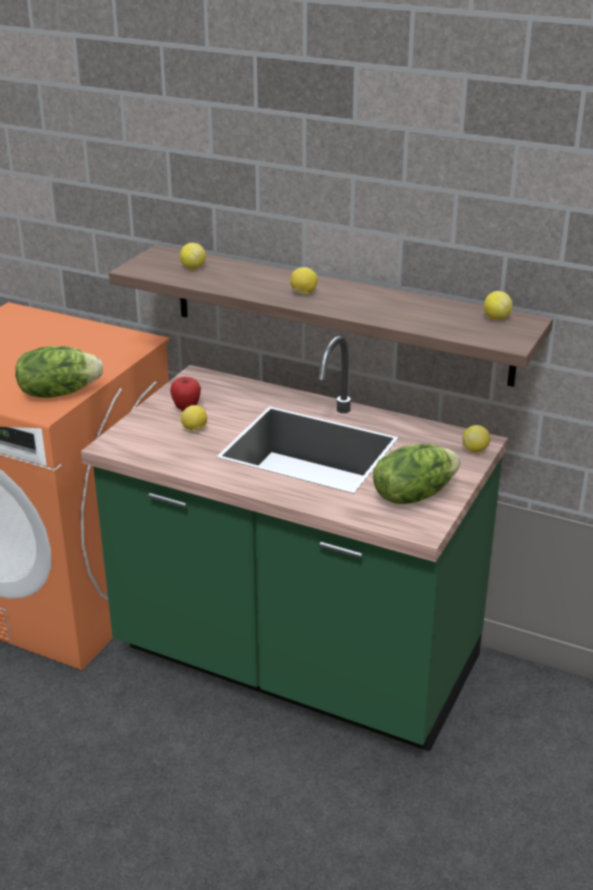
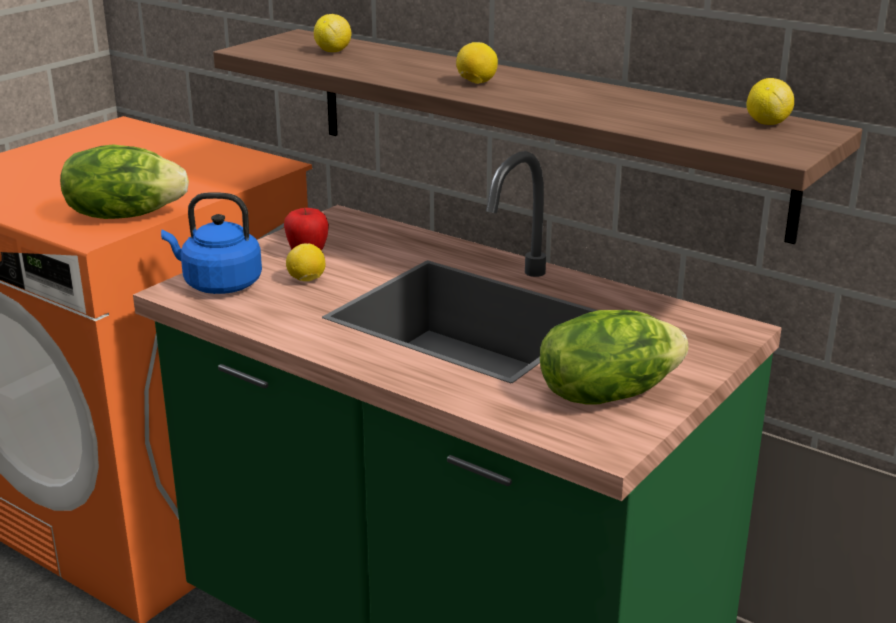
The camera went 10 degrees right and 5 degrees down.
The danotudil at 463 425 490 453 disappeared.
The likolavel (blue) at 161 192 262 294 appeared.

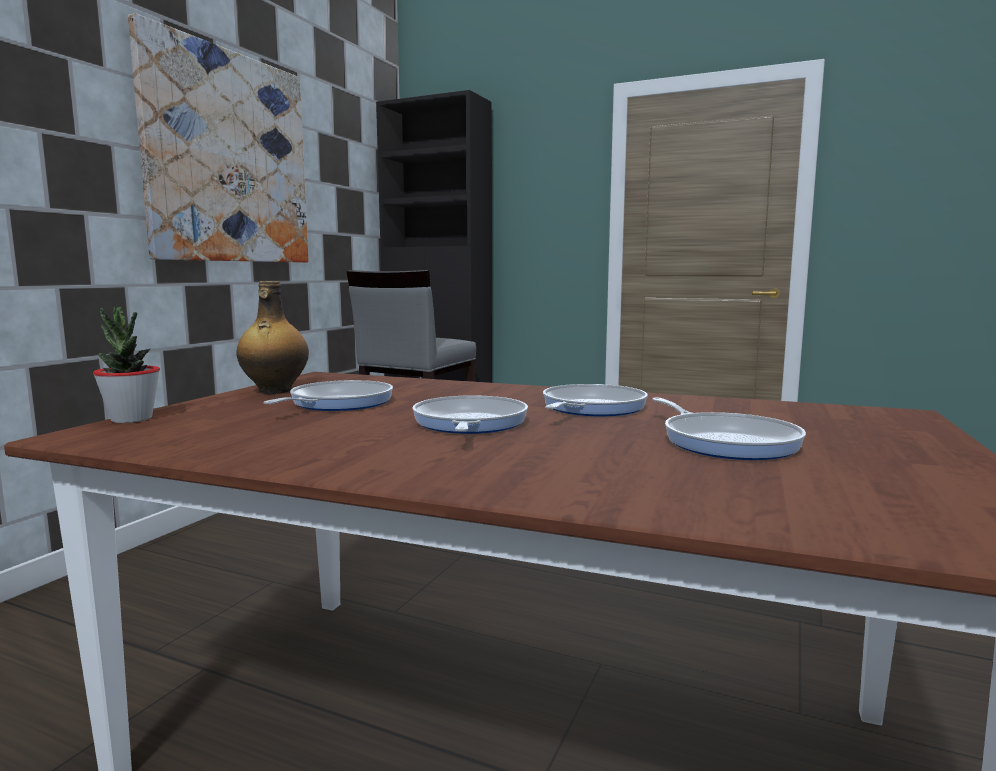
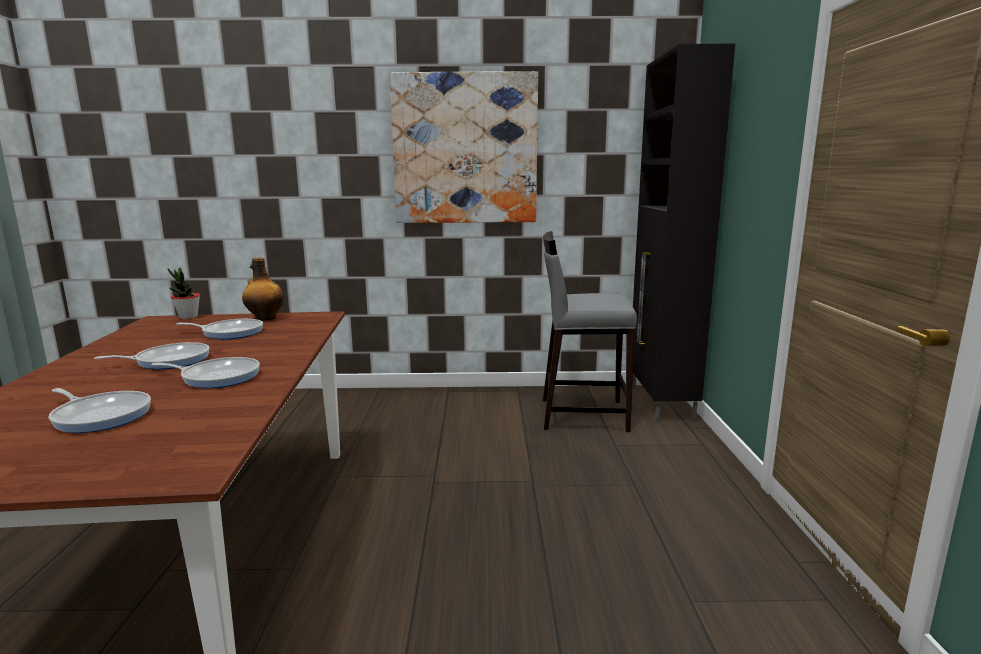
The camera went 65 degrees right and 5 degrees up.
The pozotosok at 652 398 806 460 turned 105 degrees counterclockwise.

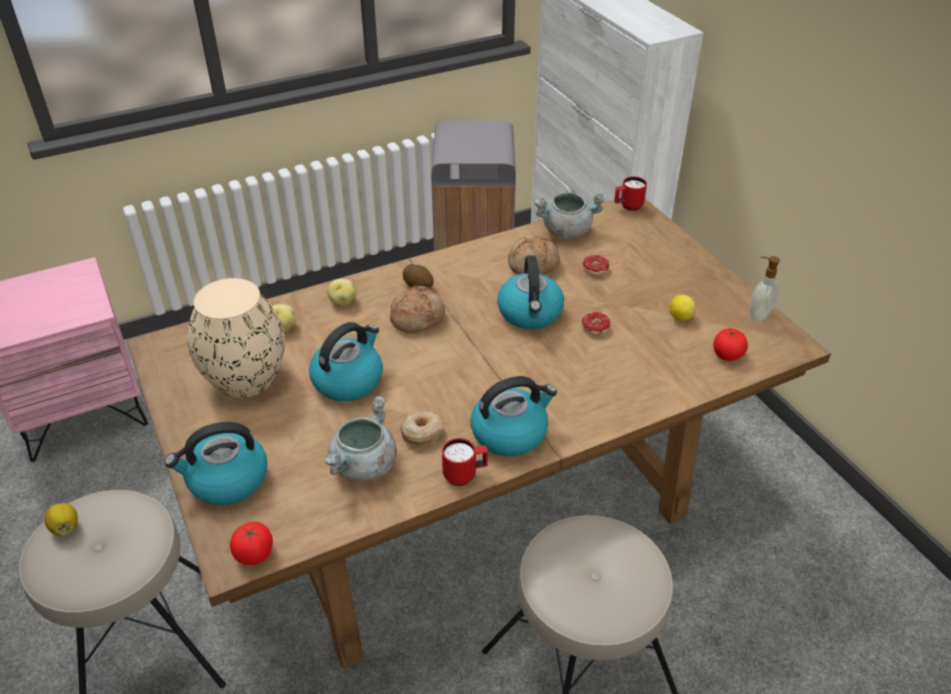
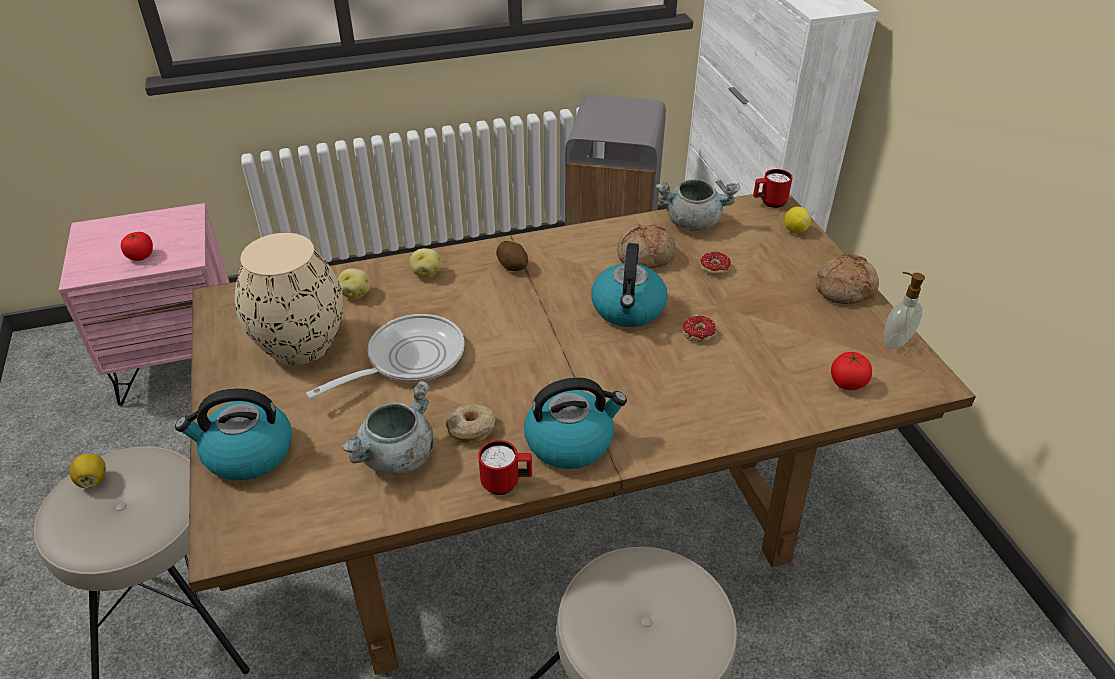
The camera went 10 degrees right and 0 degrees up.
The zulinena moved from 230 522 273 565 to 121 232 153 261.
The likolavel at 309 322 383 401 was replaced by the pozotosok at 306 314 465 398.
The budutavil moved from 390 286 445 333 to 816 253 879 304.
The danotudil moved from 670 295 696 321 to 784 207 811 233.

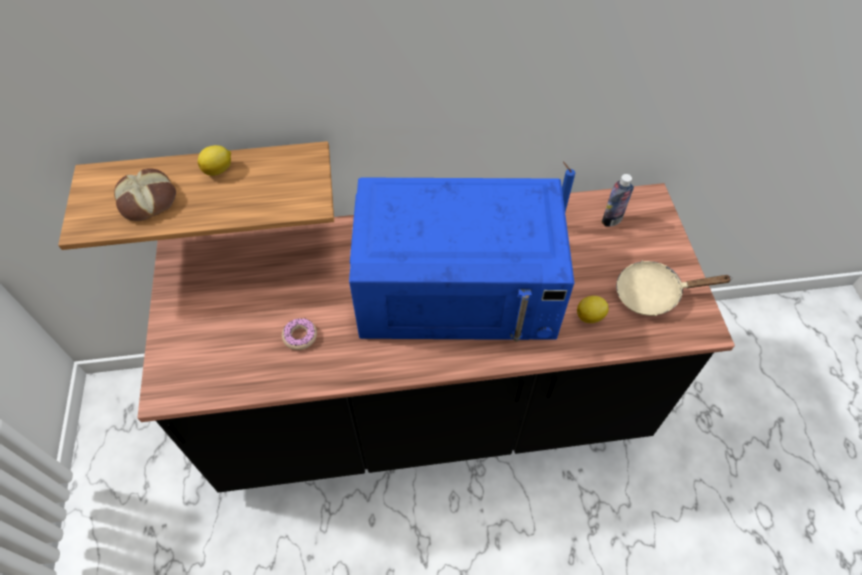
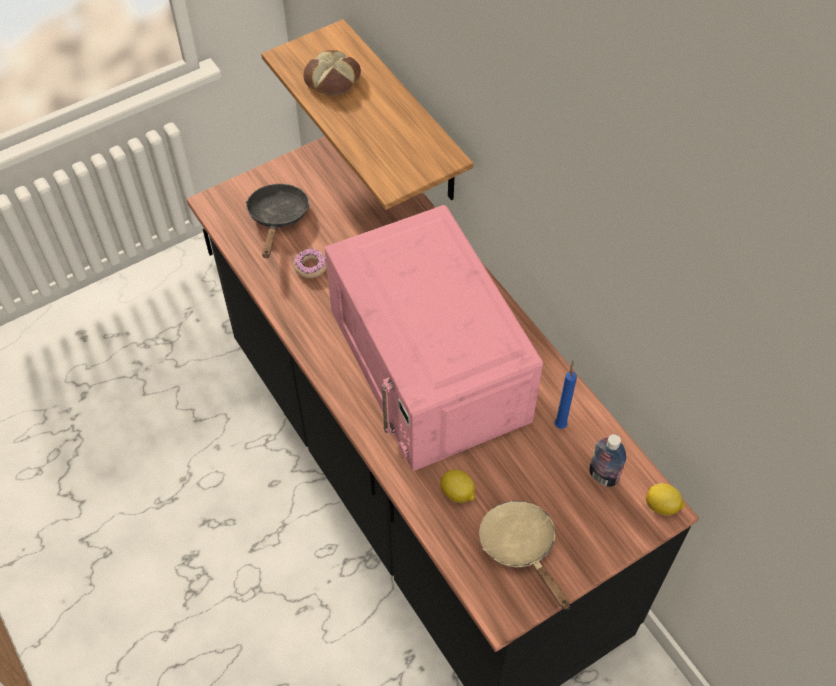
The camera went 65 degrees right and 0 degrees up.
The danotudil moved from 198 145 231 176 to 646 483 685 515.
The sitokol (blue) at 349 177 574 342 became the sitokol (pink) at 324 205 543 471.
The pozotosok (black) at 246 184 310 258 appeared.

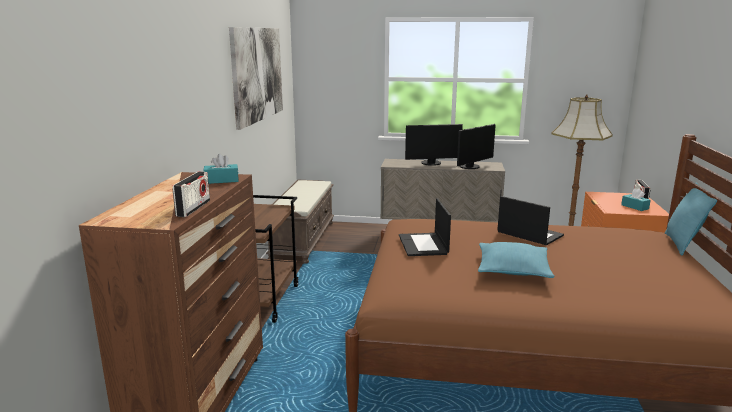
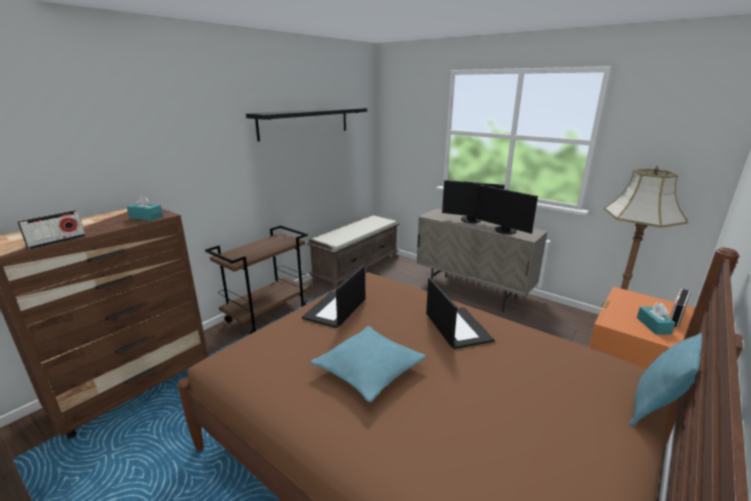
The camera went 30 degrees right and 5 degrees up.
The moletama at 229 27 283 130 was replaced by the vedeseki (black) at 246 107 367 141.
The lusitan at 457 124 496 169 turned 60 degrees clockwise.

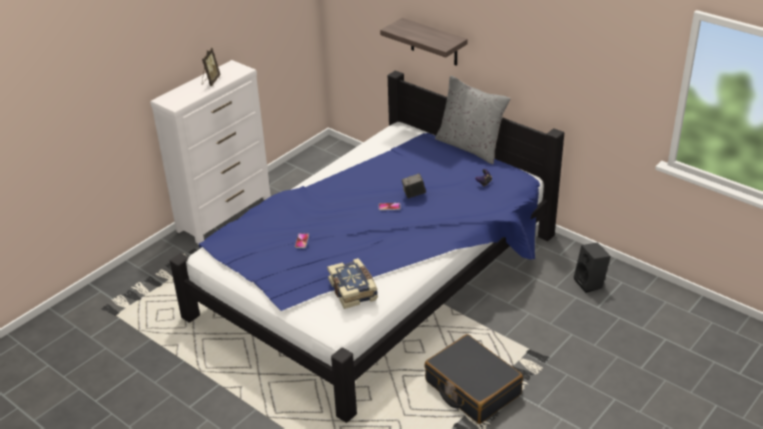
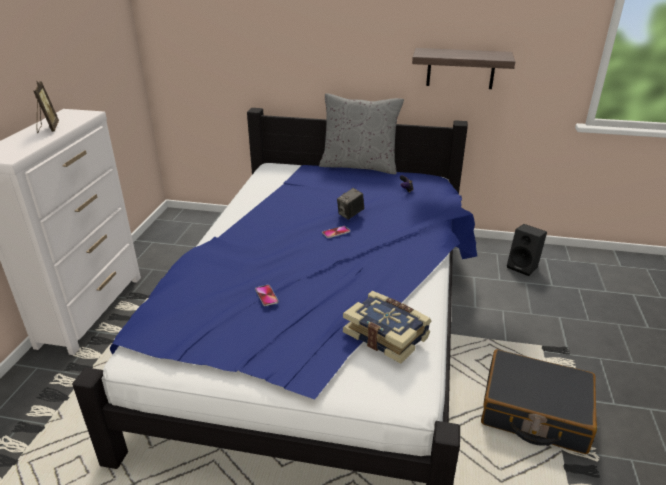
The camera went 30 degrees left and 5 degrees down.
The vedeseki moved from 380 18 468 66 to 412 48 515 89.

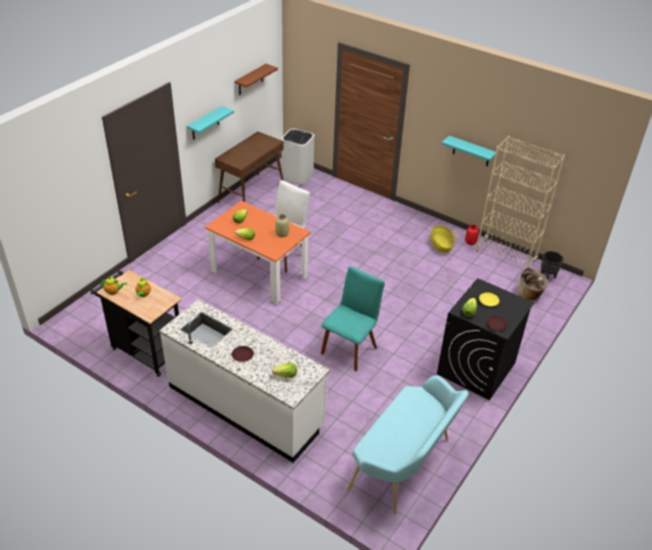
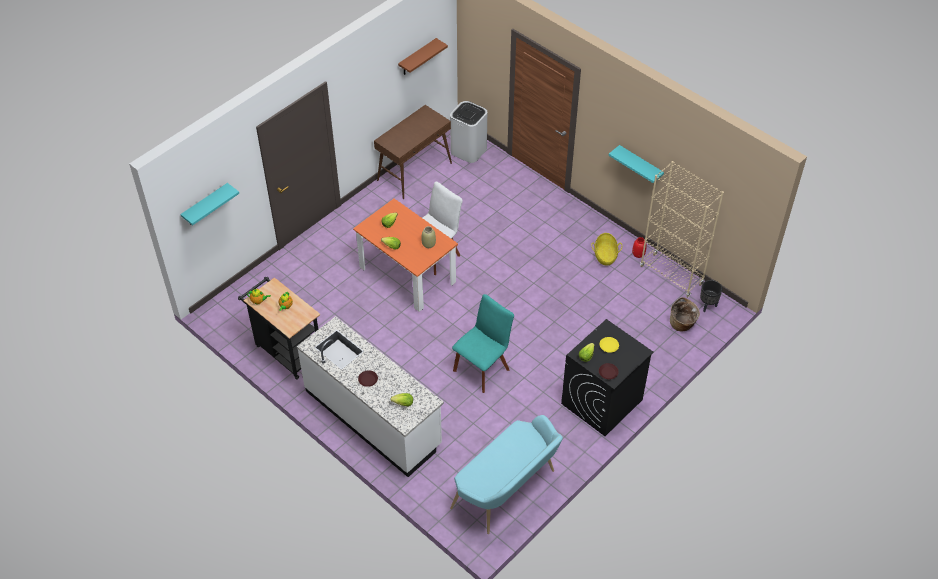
The camera went 10 degrees right and 10 degrees up.
The vedeseki (turquoise) moved from 187 106 234 140 to 180 183 239 226.

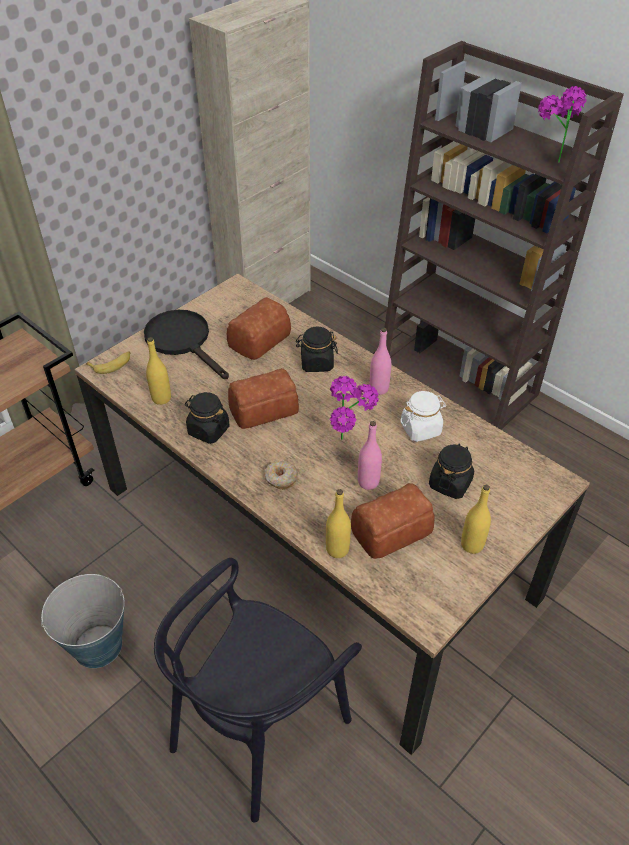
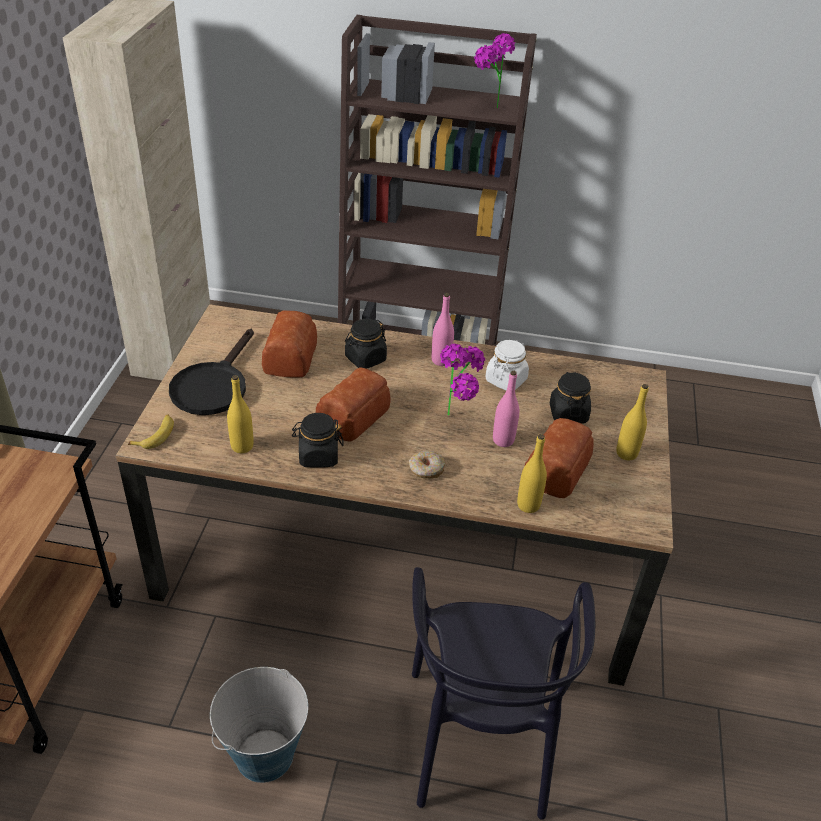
The camera went 35 degrees left and 5 degrees down.
The pozotosok (black) at 144 310 229 379 turned 90 degrees counterclockwise.

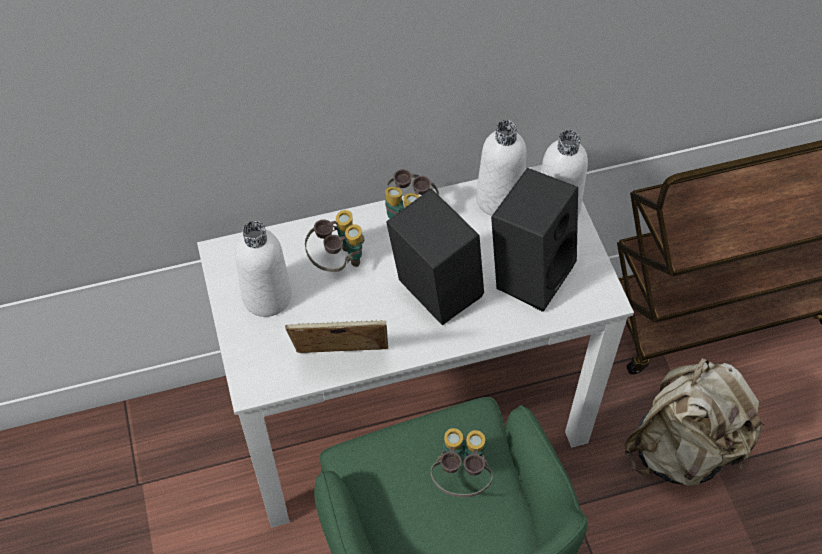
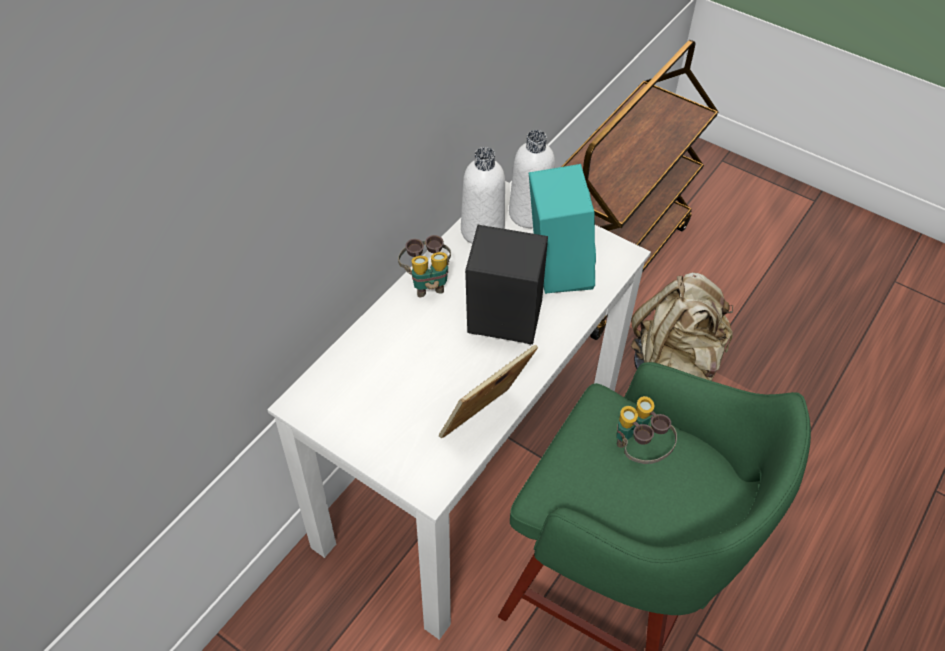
The camera went 40 degrees left and 5 degrees down.
The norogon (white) at 235 221 292 317 disappeared.
The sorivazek at 305 210 364 272 disappeared.
The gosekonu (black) at 491 168 578 312 became the gosekonu (turquoise) at 529 164 596 294.

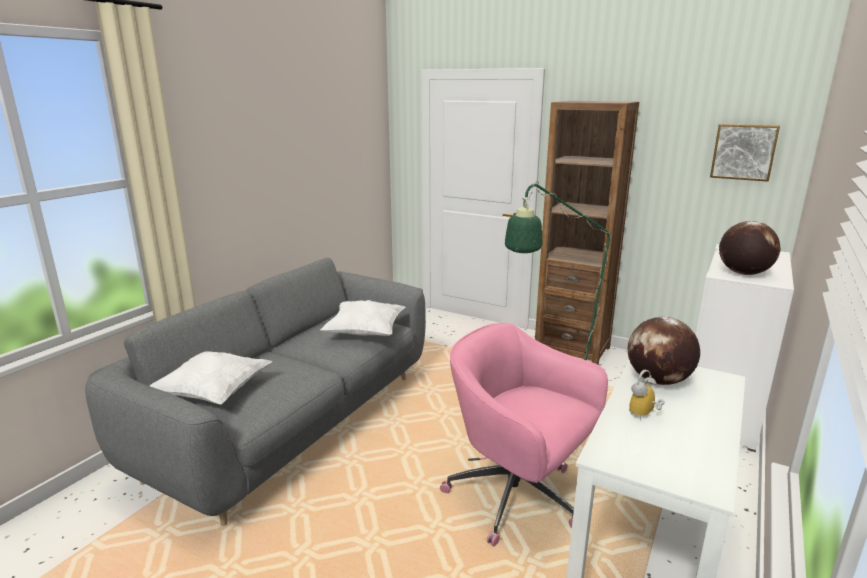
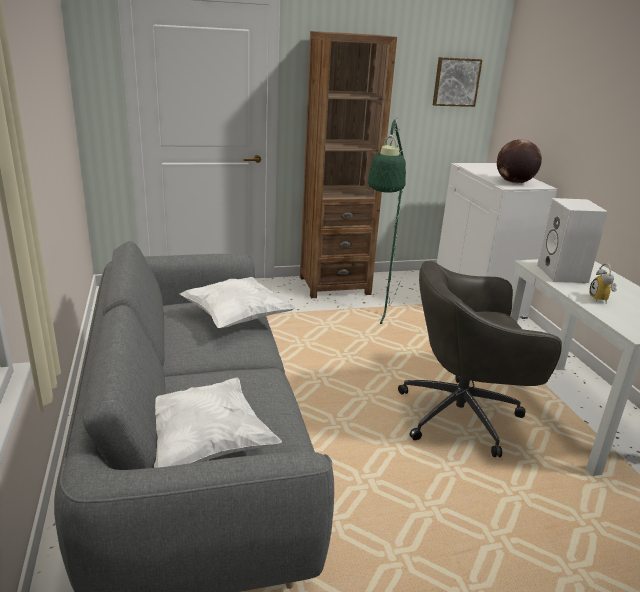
The camera went 45 degrees left and 5 degrees up.
The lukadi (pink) at 440 323 608 546 became the lukadi (grey) at 398 261 562 457.
The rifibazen at 628 317 700 385 was replaced by the gosekonu (white) at 537 198 608 283.

